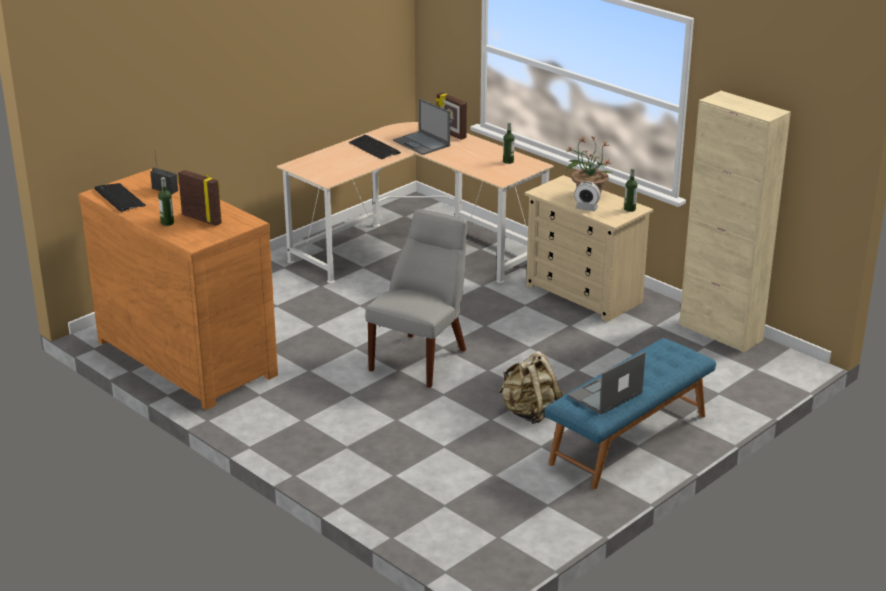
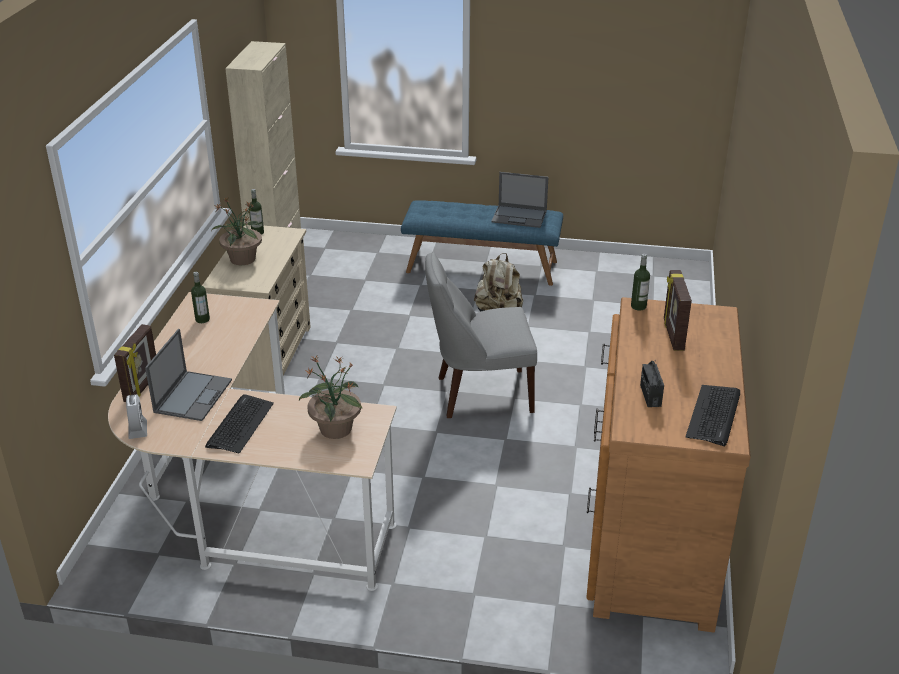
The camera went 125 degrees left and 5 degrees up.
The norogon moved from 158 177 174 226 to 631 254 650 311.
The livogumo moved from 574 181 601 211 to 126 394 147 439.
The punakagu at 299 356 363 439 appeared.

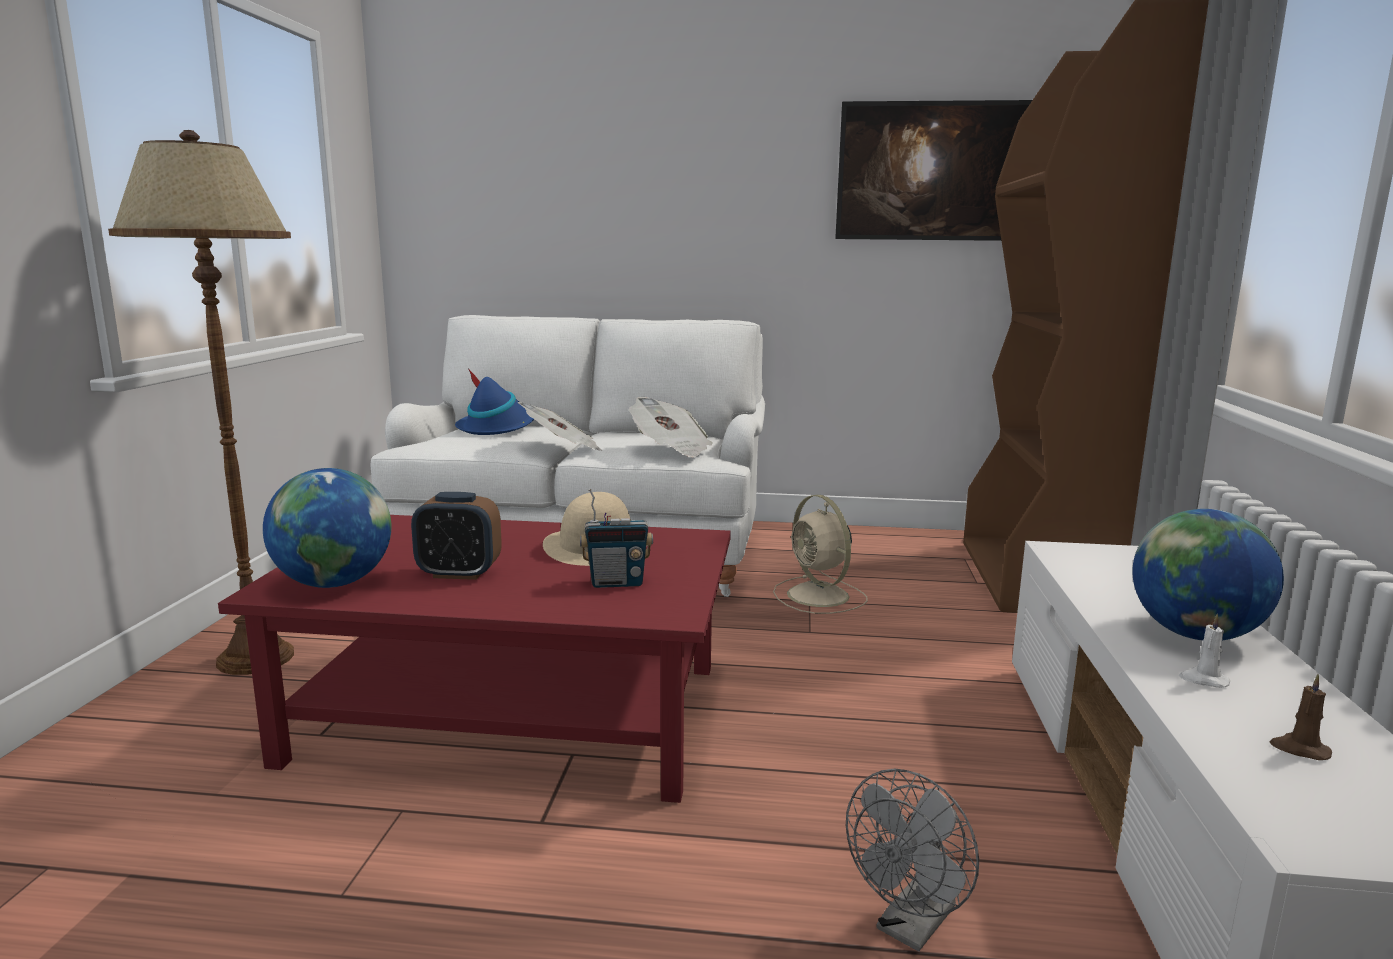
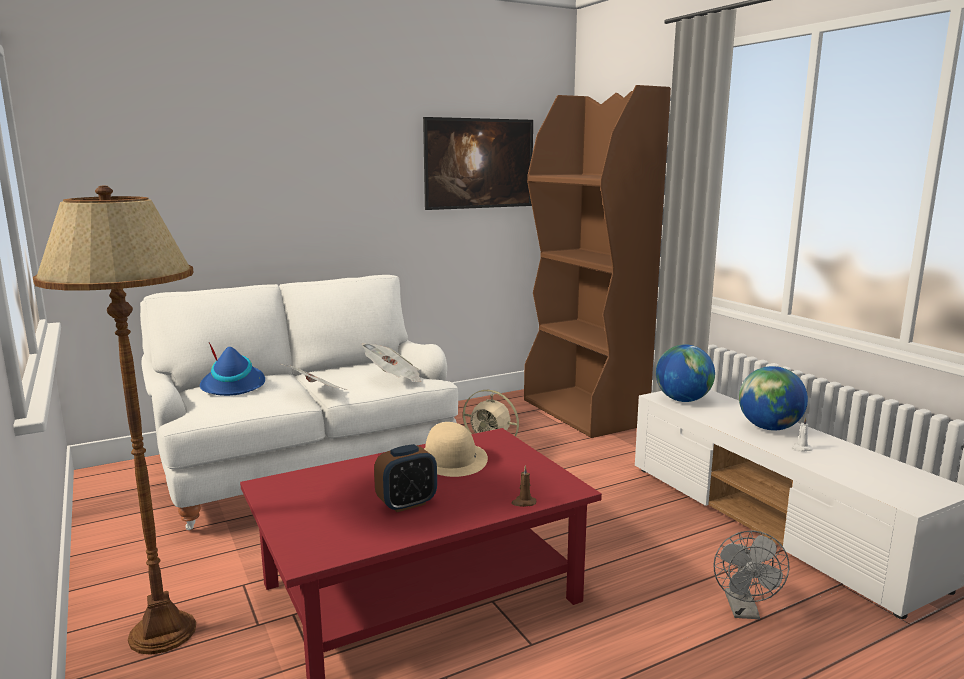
The camera went 35 degrees left and 0 degrees up.
The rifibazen moved from 263 468 391 588 to 656 344 715 402.
The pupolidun at 580 489 653 588 disappeared.
The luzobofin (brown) moved from 1270 674 1332 760 to 511 465 536 507.

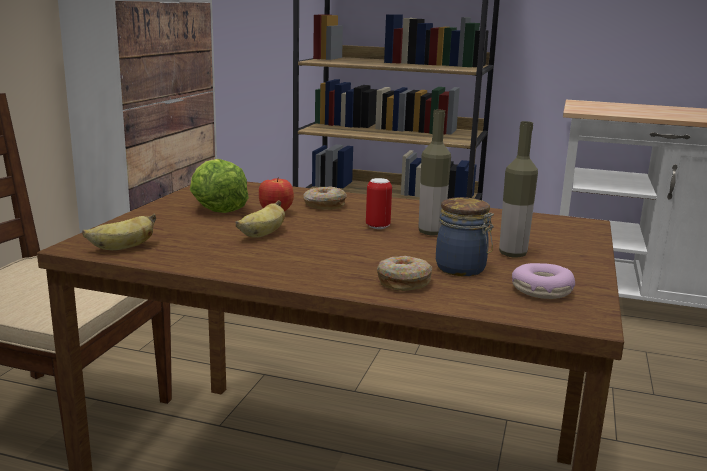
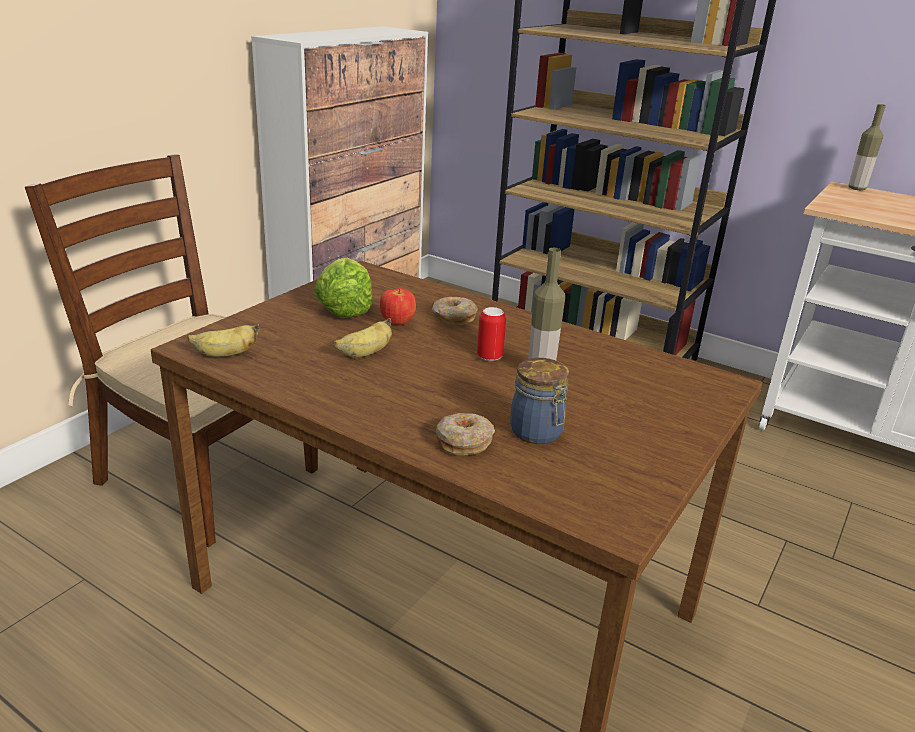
The camera went 15 degrees right and 10 degrees up.
The norogon moved from 499 121 538 258 to 849 104 886 190.
The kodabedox at 512 263 575 299 disappeared.

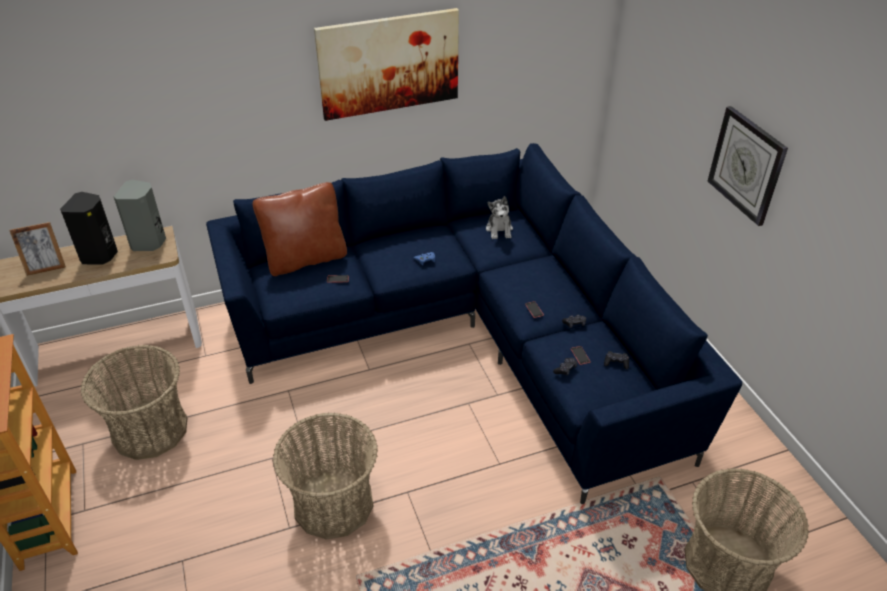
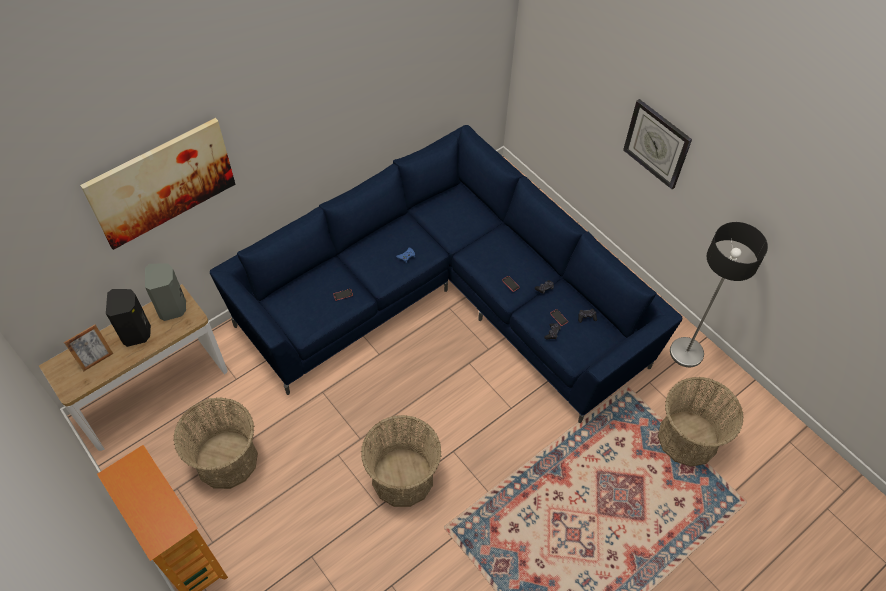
The camera went 20 degrees left and 15 degrees up.
The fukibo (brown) at 253 182 347 276 disappeared.
The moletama moved from 314 8 459 121 to 80 118 235 250.
The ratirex at 486 196 513 239 disappeared.
The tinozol at 670 222 768 367 appeared.

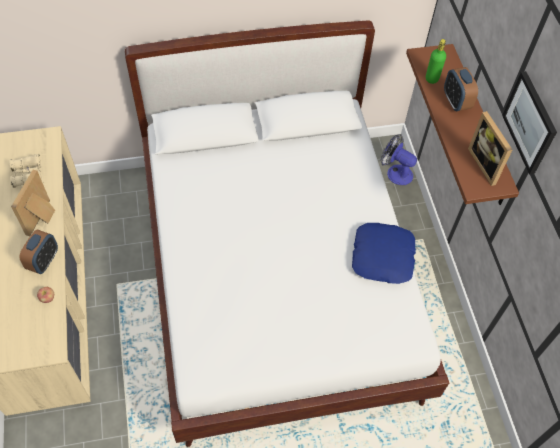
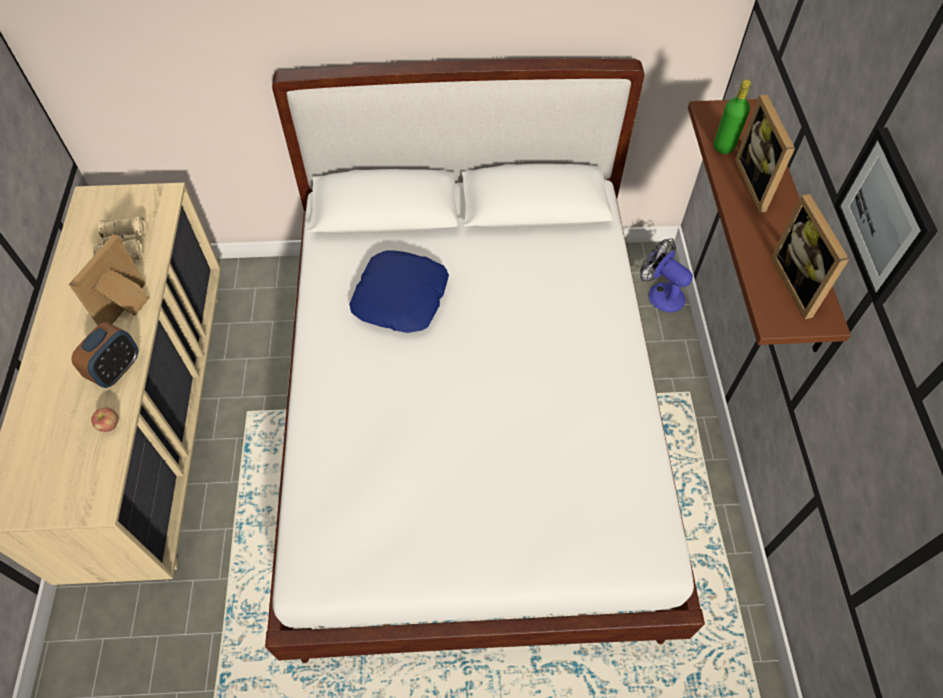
The camera went 10 degrees right and 0 degrees up.
The fukibo (blue) moved from 352 223 416 284 to 349 250 449 333.
The livogumo at 444 67 478 111 was replaced by the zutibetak at 735 95 795 212.

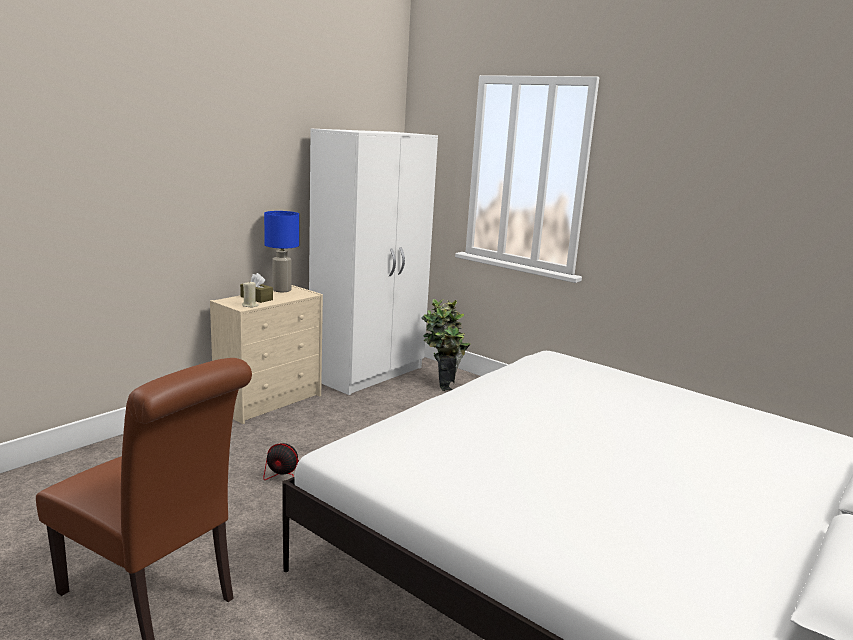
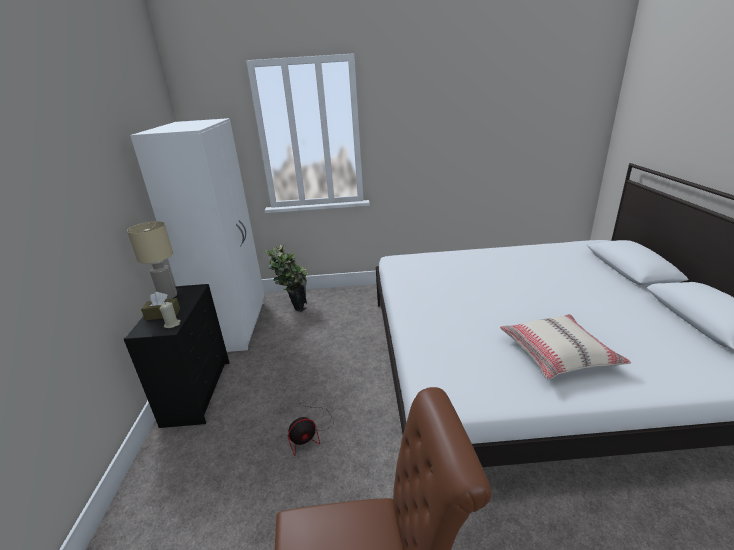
The camera went 40 degrees left and 10 degrees up.
The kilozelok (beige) at 210 285 323 424 became the kilozelok (black) at 124 284 229 428.
The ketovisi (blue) at 264 211 299 292 became the ketovisi (beige) at 127 221 177 299.
The fukibo (beige) at 500 314 631 380 appeared.

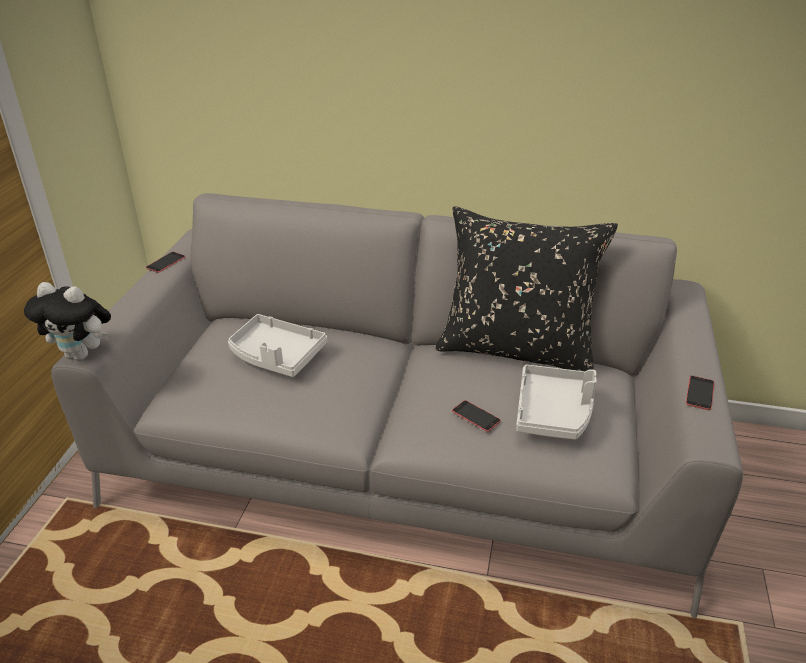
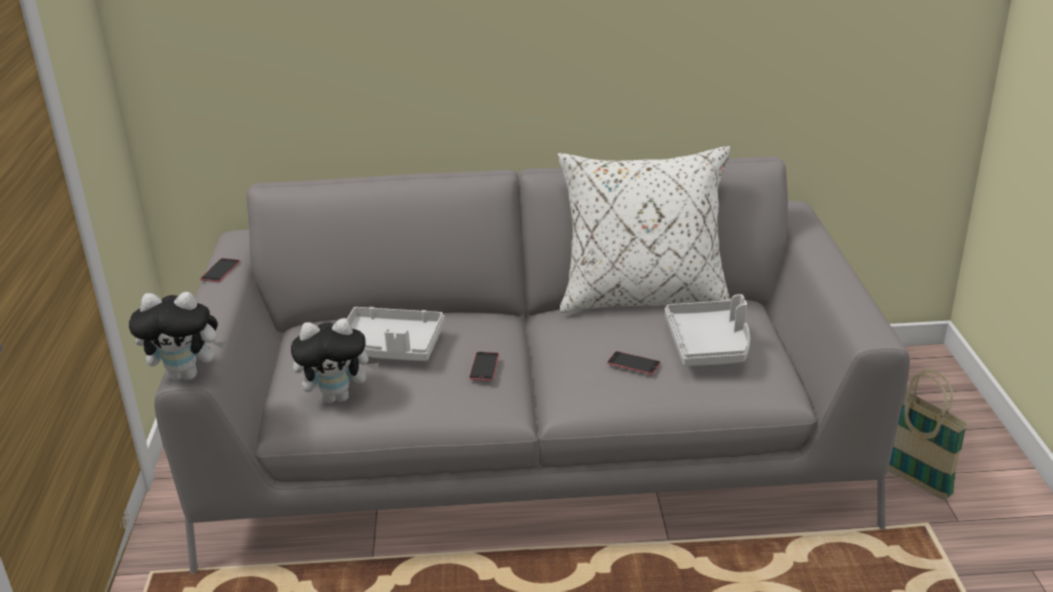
The camera went 15 degrees left and 5 degrees down.
The fukibo (black) at 436 206 618 371 became the fukibo (white) at 557 146 730 313.
The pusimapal moved from 686 376 715 410 to 469 352 499 381.
The ratirex at 291 318 379 403 appeared.
The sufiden at 888 369 969 500 appeared.

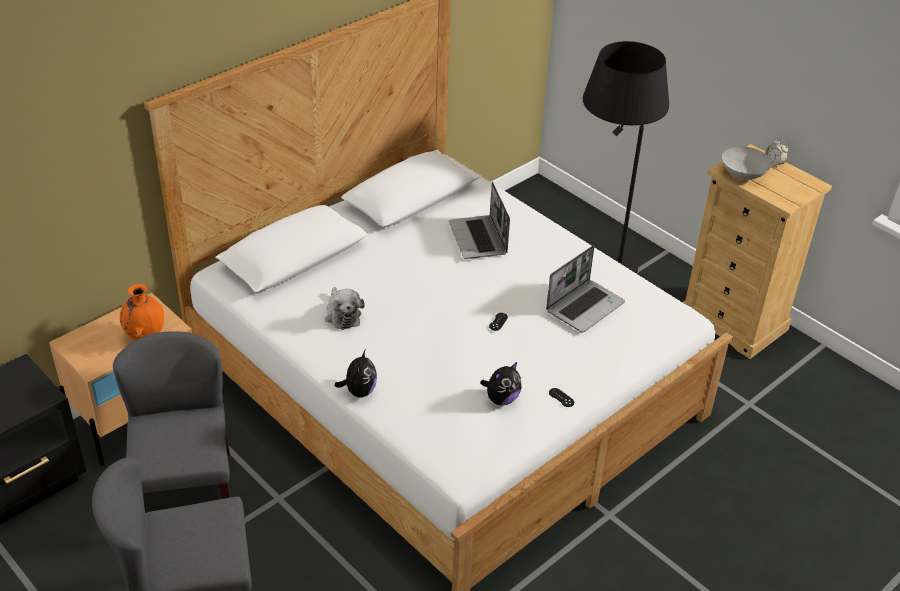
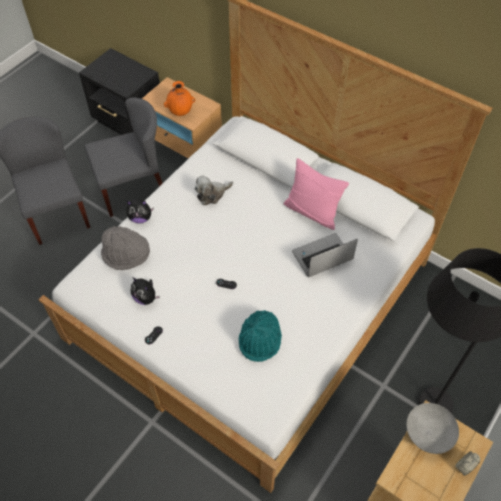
The camera went 80 degrees right and 15 degrees up.
The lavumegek at 546 245 625 333 was replaced by the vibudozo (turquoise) at 239 310 282 362.
The vibudozo (grey) at 101 226 150 270 appeared.
The fukibo (pink) at 283 158 349 230 appeared.

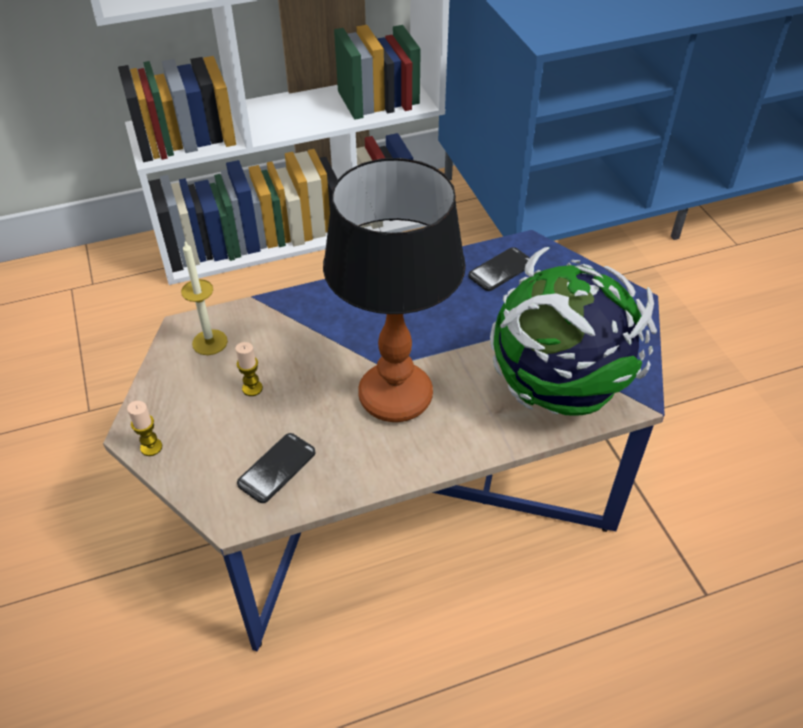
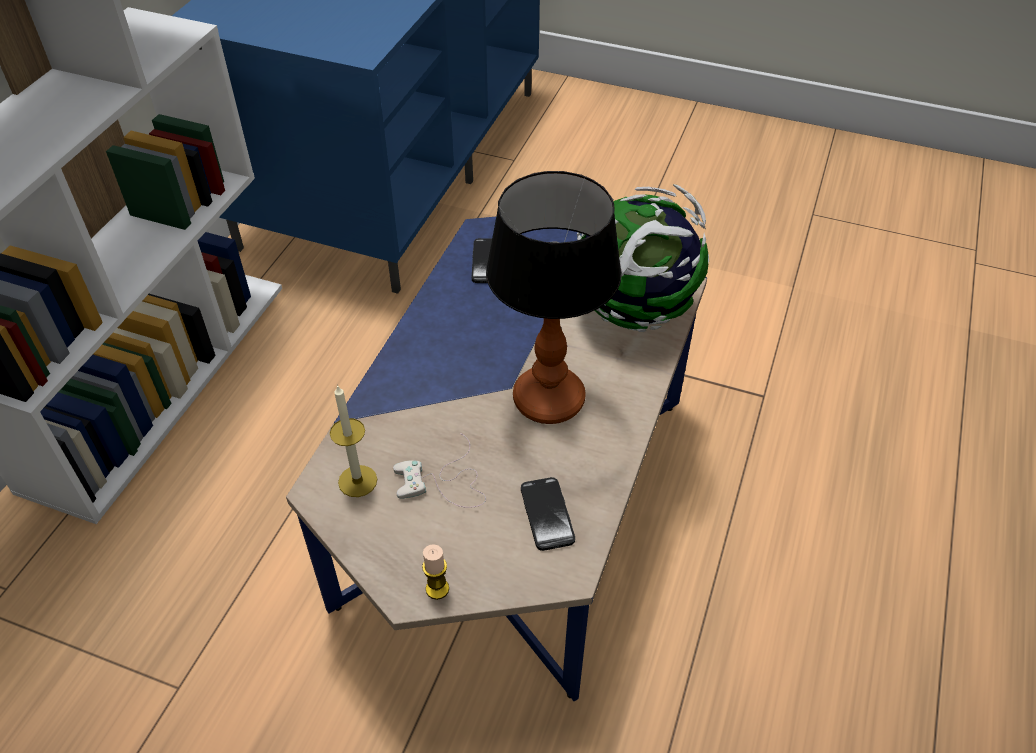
The camera went 50 degrees left and 0 degrees up.
The luzobofin at 235 342 263 396 was replaced by the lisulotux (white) at 393 433 486 508.

